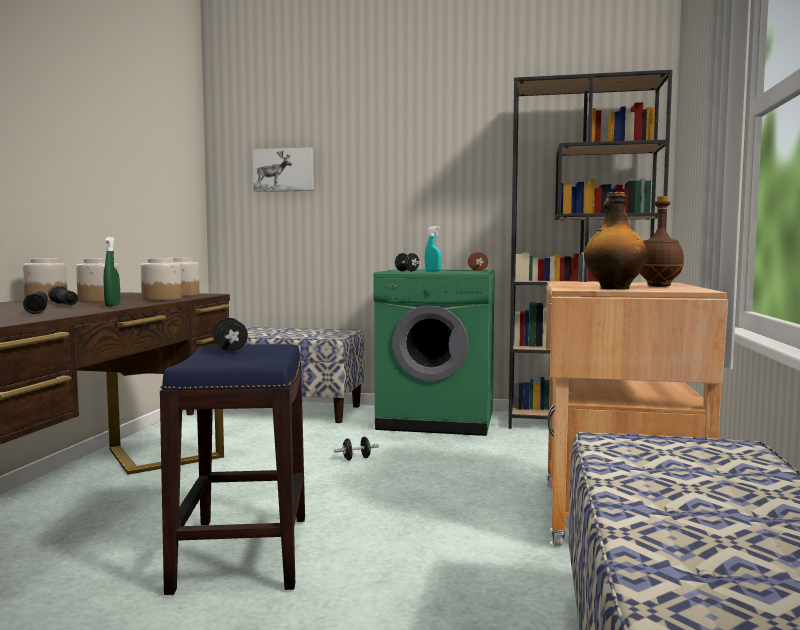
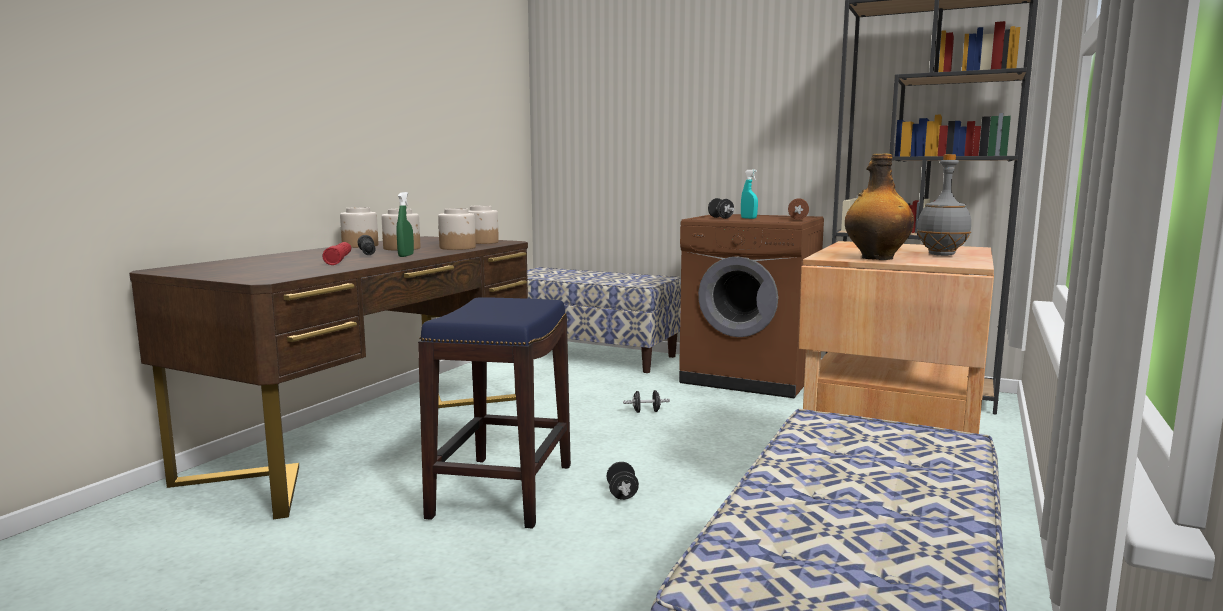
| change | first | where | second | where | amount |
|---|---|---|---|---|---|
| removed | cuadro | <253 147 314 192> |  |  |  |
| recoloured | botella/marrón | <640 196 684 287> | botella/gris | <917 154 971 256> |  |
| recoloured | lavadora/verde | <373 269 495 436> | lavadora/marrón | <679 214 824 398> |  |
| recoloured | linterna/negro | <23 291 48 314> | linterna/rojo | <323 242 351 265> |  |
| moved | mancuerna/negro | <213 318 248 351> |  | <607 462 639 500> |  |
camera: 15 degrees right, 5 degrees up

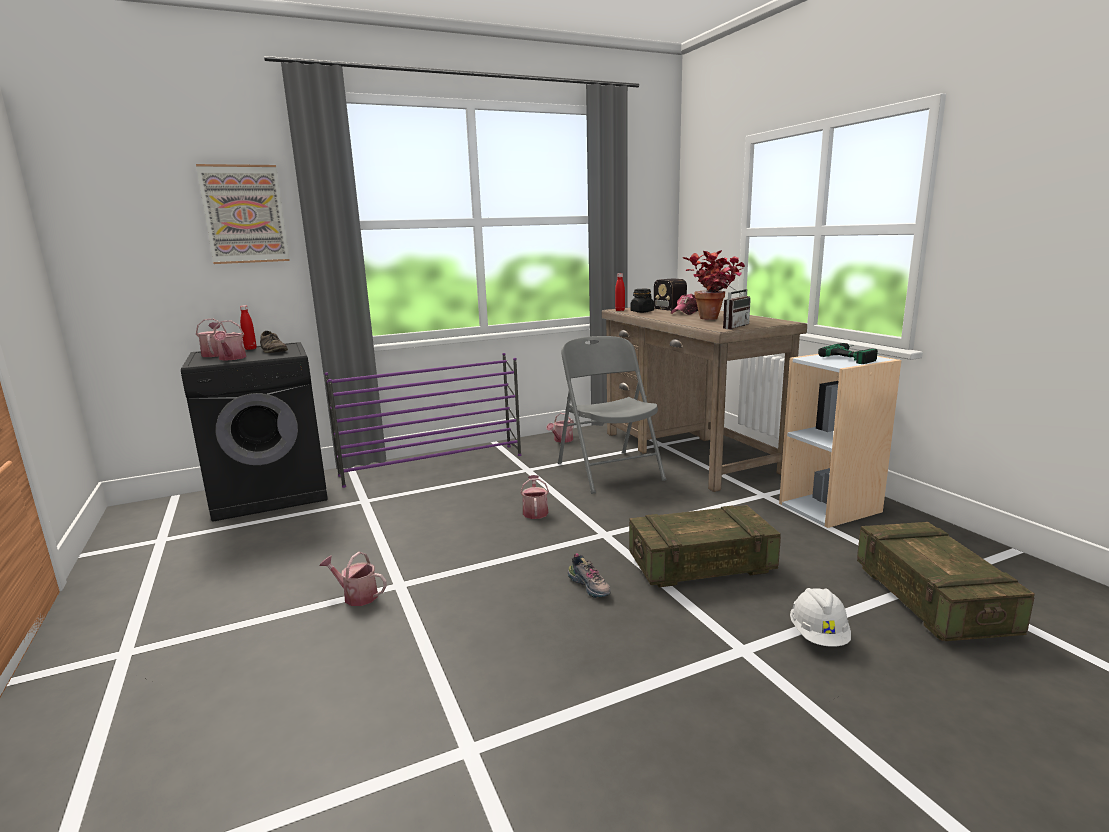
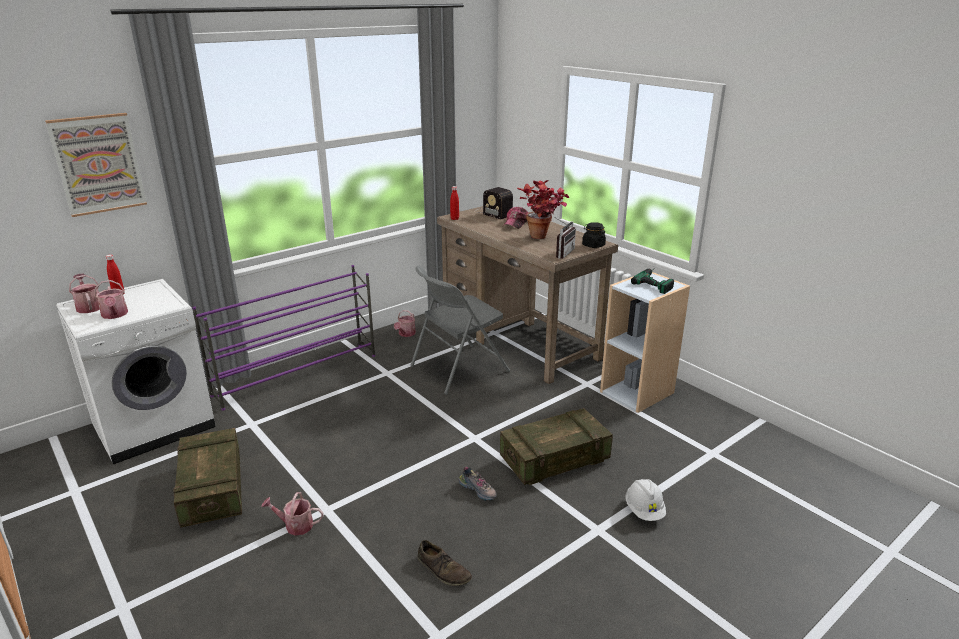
| change | first | where | second | where | amount |
|---|---|---|---|---|---|
| moved | tarro/negro | <630 289 654 313> |  | <582 222 606 248> |  |
| moved | zapato/marrón | <260 331 288 353> |  | <418 540 472 586> |  |
| turned | silla/gris | <558 336 667 494> |  | <410 265 510 395> | 90 degrees counterclockwise |
| recoloured | lavadora/negro | <181 342 328 522> | lavadora/blanco | <56 279 216 464> |  |
| removed | regadera | <520 475 549 519> |  |  |  |
| moved | caja de embalaje | <857 522 1035 641> |  | <173 428 242 528> |  |
camera: 15 degrees left, 10 degrees up

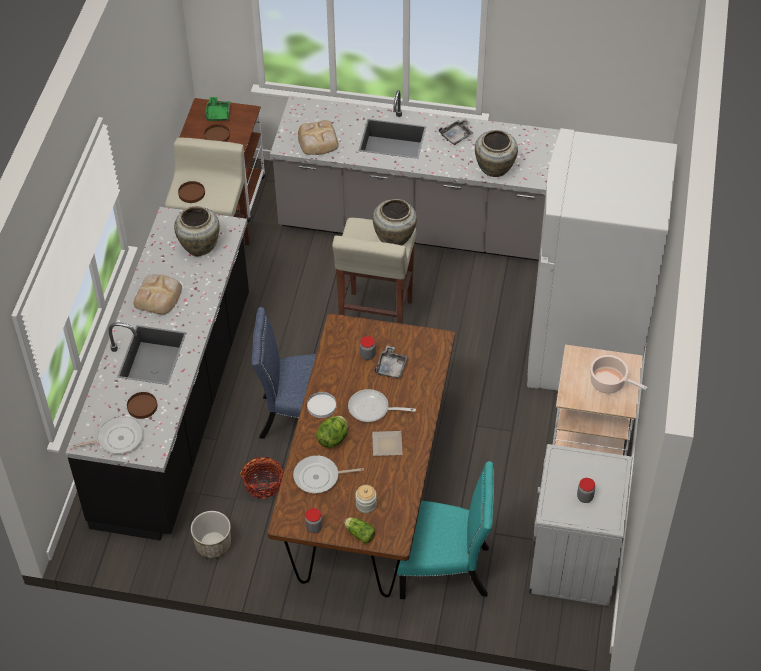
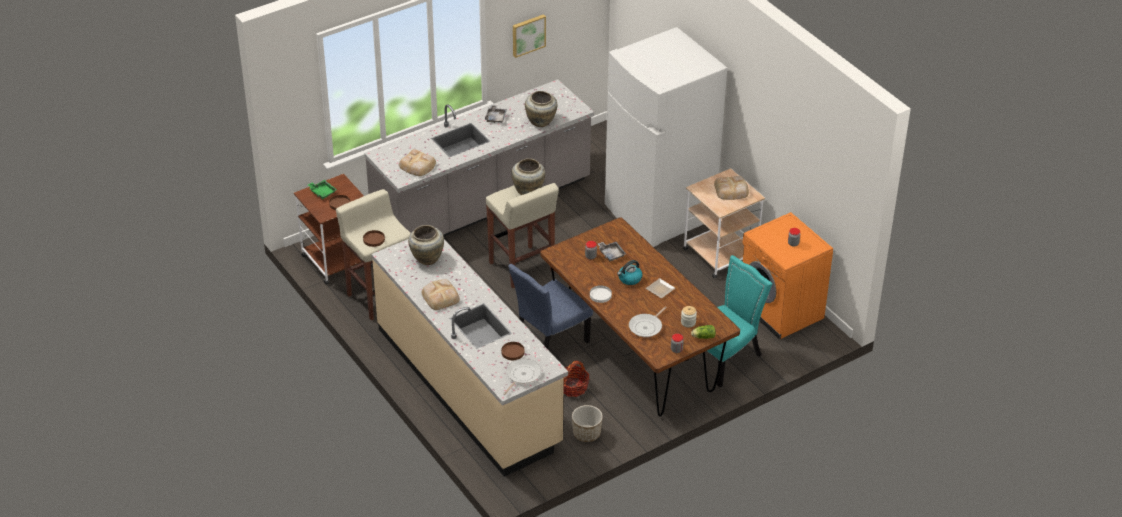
| change | first | where | second | where | amount |
|---|---|---|---|---|---|
| recoloured | mueble bajo de cocina/negro | <66 207 249 541> | mueble bajo de cocina/beis | <371 239 568 477> |  |
| replaced | olla | <590 355 648 394> | pan | <714 176 749 200> |  |
| replaced | sartén | <348 389 416 422> | hervidor | <617 260 642 285> |  |
| removed | lechuga | <316 416 348 448> |  |  |  |
| recoloured | lavadora/blanco | <529 444 633 606> | lavadora/naranja | <743 212 833 340> |  |
| added |  |  | cuadro | <513 14 546 58> |  |
camera: 45 degrees left, 10 degrees down

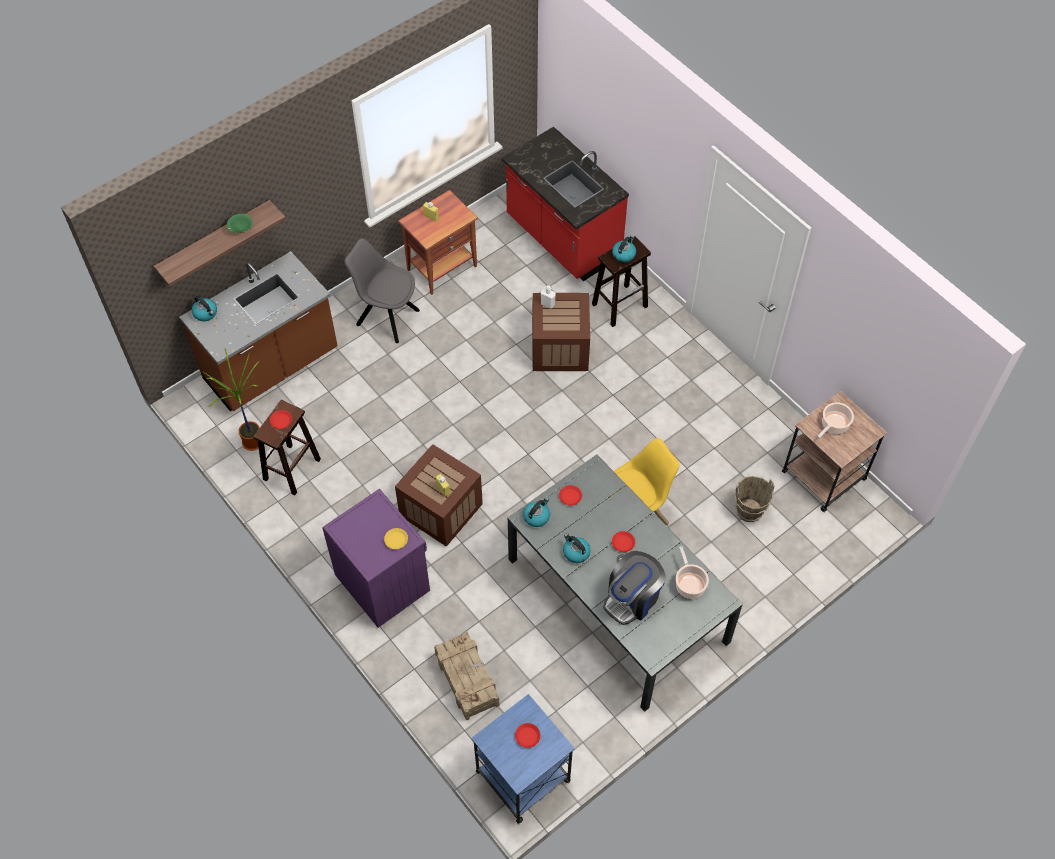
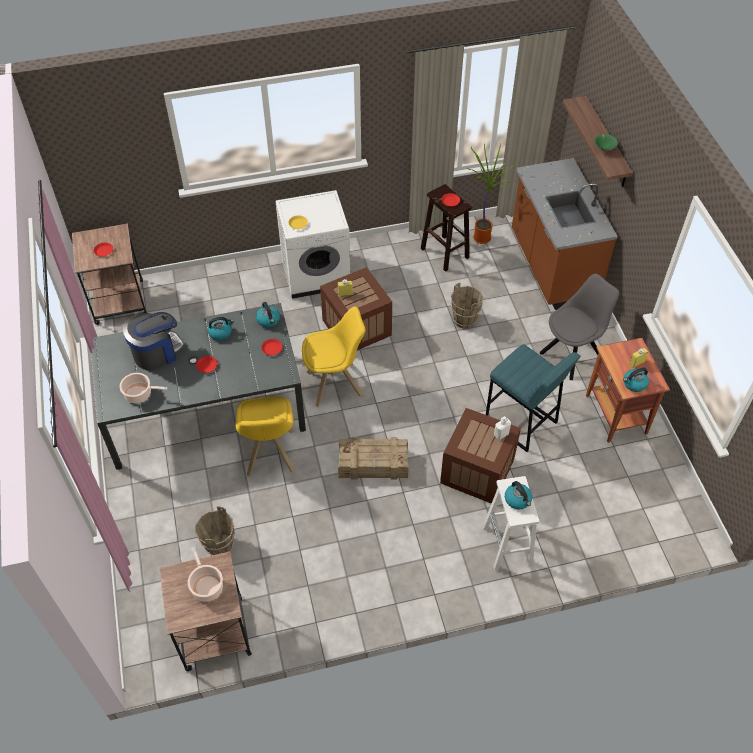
| change | first | where | second | where | amount |
|---|---|---|---|---|---|
| removed | mueble bajo de cocina/rojo | <502 126 629 281> |  |  |  |
| recoloured | taburete/marrón | <592 236 651 327> | taburete/blanco | <483 476 540 570> |  |
| moved | hervidor | <192 296 217 321> |  | <623 368 649 392> |  |
| recoloured | lavadora/morado | <322 489 430 628> | lavadora/blanco | <276 190 350 299> |  |
| turned | cafetera | <603 551 666 625> |  | <123 312 185 370> | 75 degrees clockwise |
| moved | caja de embalaje | <434 632 499 721> |  | <338 437 409 480> |  |
| recoloured | carrito/azul | <471 694 575 824> | carrito/marrón | <72 224 147 325> |  |
| added |  |  | cubo/marrón | <451 283 483 329> |  |
| added |  |  | silla/amarillo | <302 307 366 407> |  |
| added |  |  | taburete/turquesa | <486 344 581 452> |  |
camera: 115 degrees right, 5 degrees down

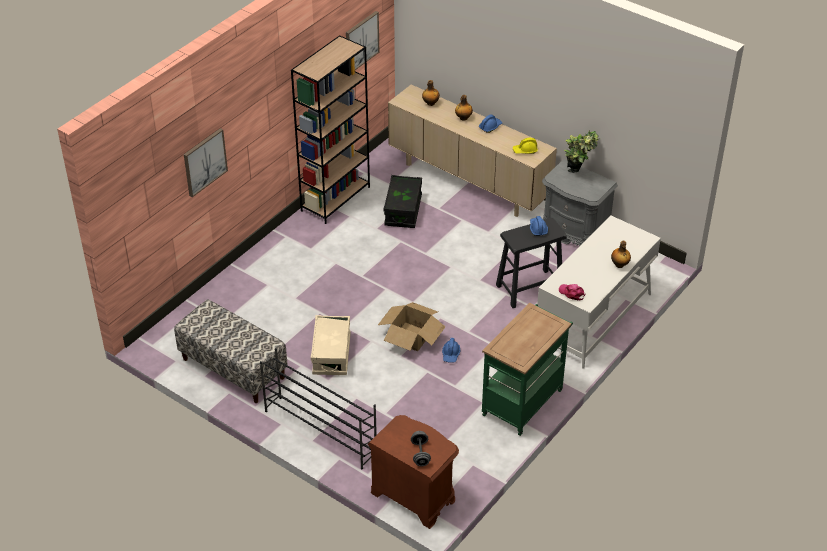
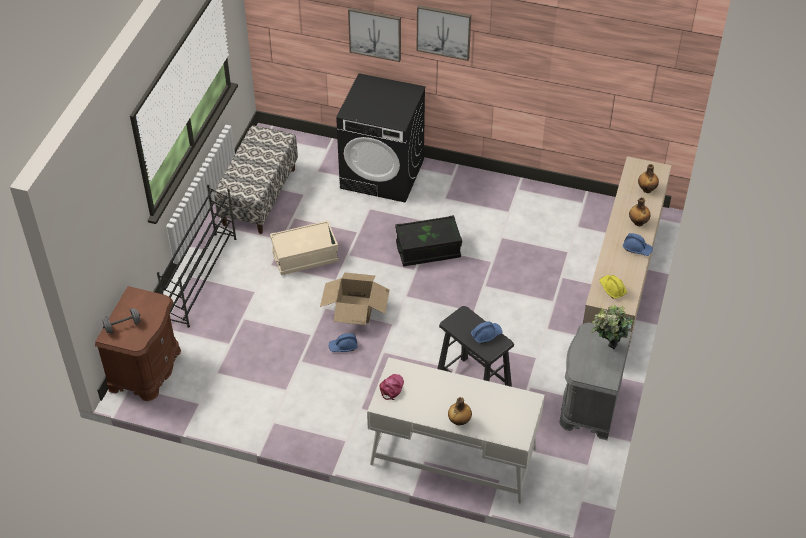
| change | first | where | second | where | amount |
|---|---|---|---|---|---|
| moved | cuadro | <346 11 379 70> |  | <417 5 471 61> |  |
| removed | estantería/beis | <291 35 370 224> |  |  |  |
| moved | caja de almacenaje/negro | <384 175 422 228> |  | <395 215 462 267> |  |
| removed | carrito/verde | <482 303 573 436> |  |  |  |
| added |  |  | lavadora/negro | <336 73 426 203> |  |
camera: 70 degrees right, 5 degrees up

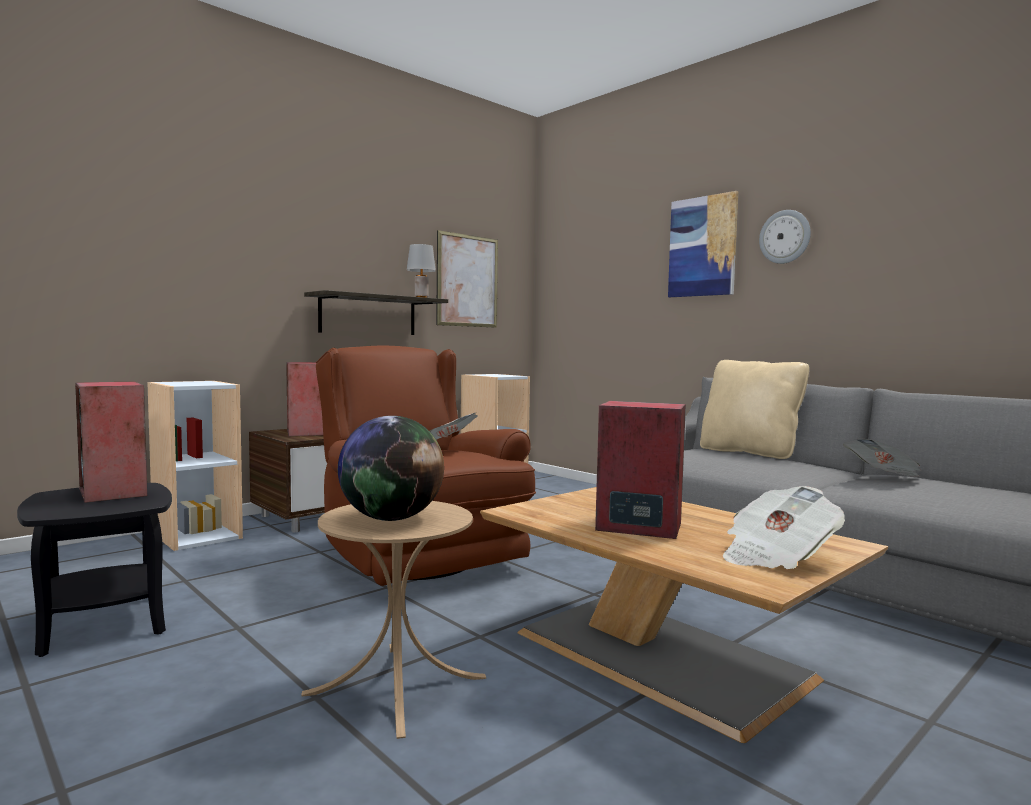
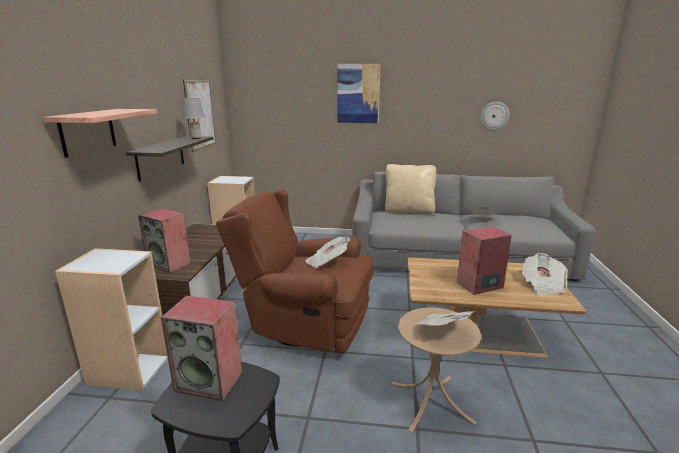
| change | first | where | second | where | amount |
|---|---|---|---|---|---|
| moved | reloj de pared | <759 210 811 264> |  | <480 102 509 131> |  |
| replaced | globo terráqueo | <338 416 444 521> | periódico | <415 311 474 326> |  |
| added |  |  | estante | <43 109 157 158> |  |
camera: 40 degrees left, 15 degrees up

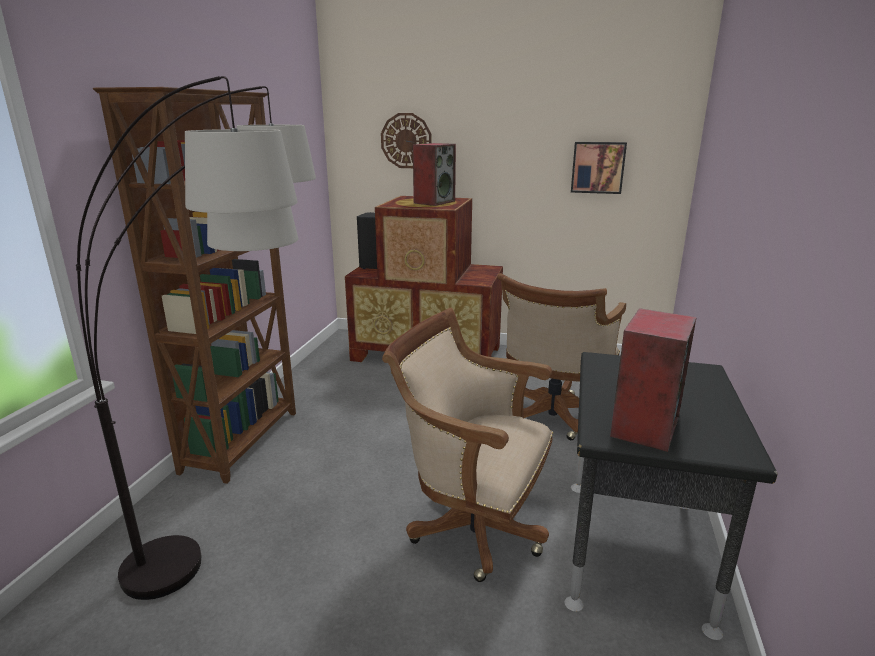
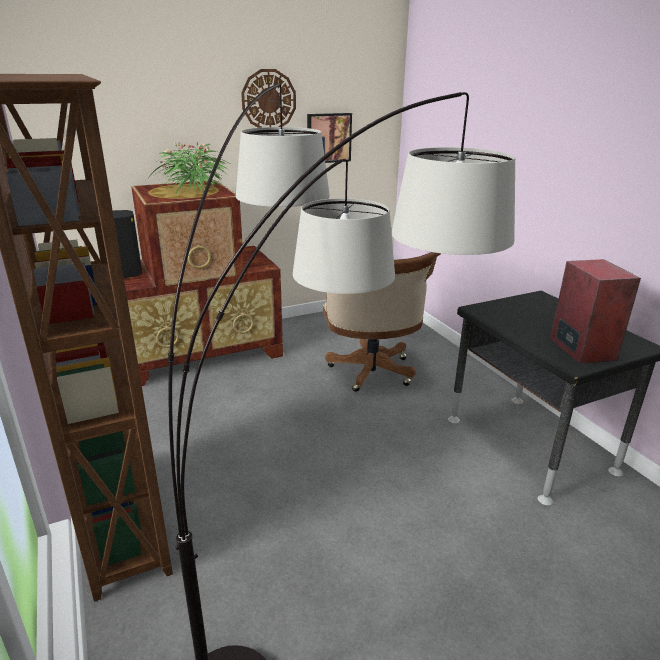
| change | first | where | second | where | amount |
|---|---|---|---|---|---|
| moved | reloj de pared | <381 113 431 168> |  | <241 69 296 128> |  |
| replaced | altavoz | <413 143 456 206> | planta en maceta | <148 141 232 195> |  |
| removed | silla de oficina | <382 307 553 582> |  |  |  |
camera: 40 degrees left, 5 degrees up

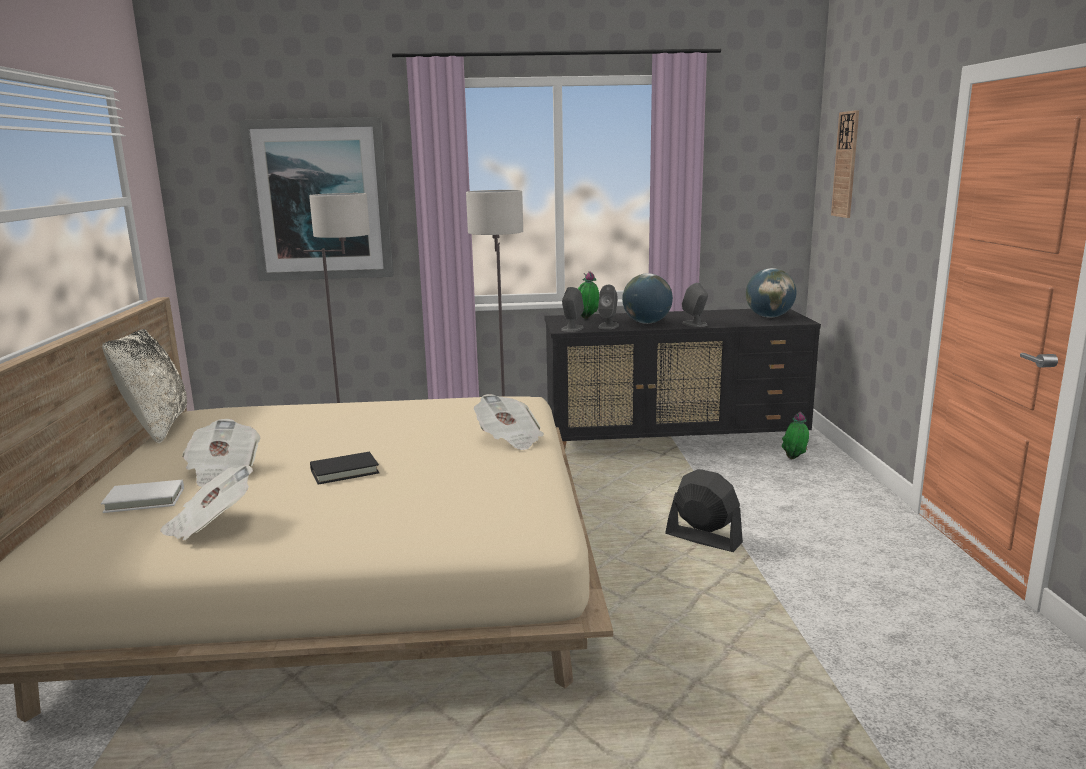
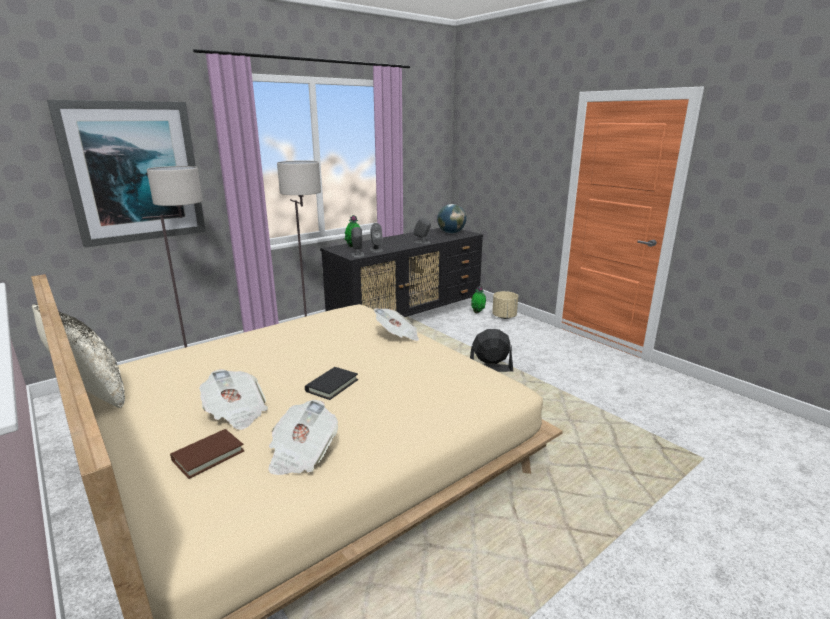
| change | first | where | second | where | amount |
|---|---|---|---|---|---|
| removed | reloj de pared | <831 110 859 218> |  |  |  |
| removed | globo terráqueo | <622 273 673 324> |  |  |  |
| recoloured | libro/blanco | <101 480 184 513> | libro/marrón | <170 429 244 479> |  |
| added |  |  | maceta/beis | <492 291 518 319> |  |
camera: 35 degrees left, 5 degrees up

